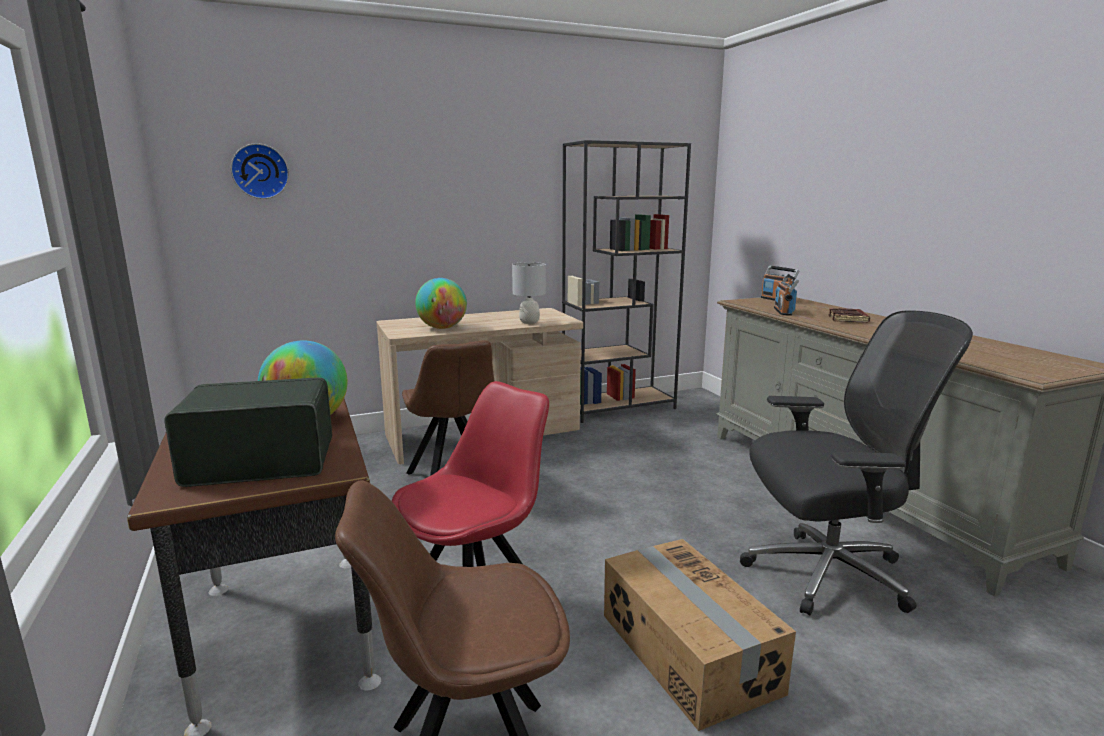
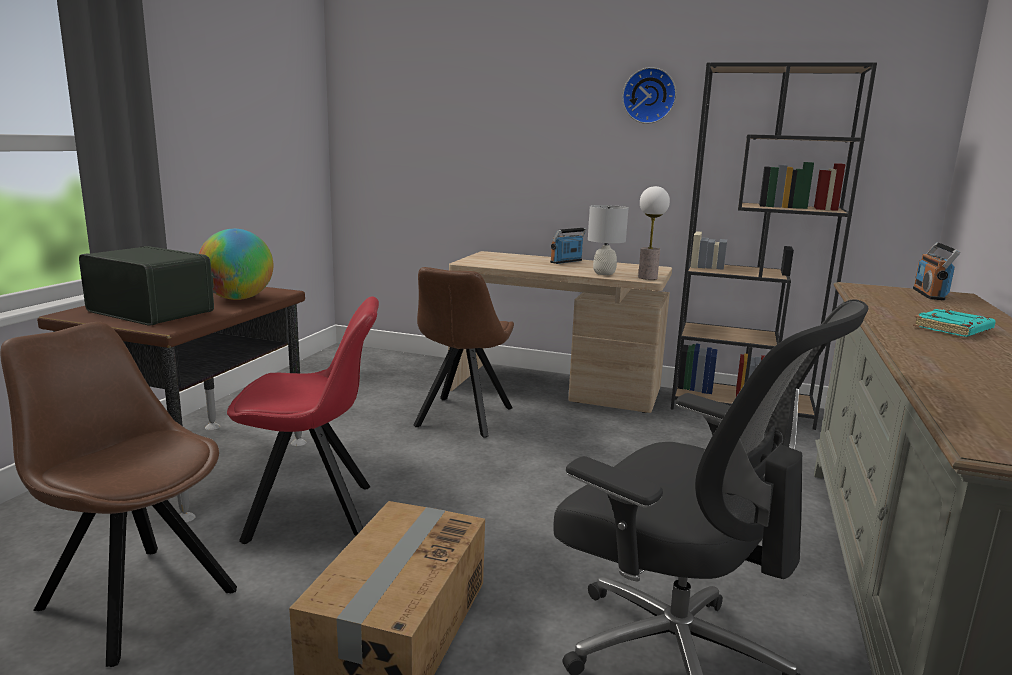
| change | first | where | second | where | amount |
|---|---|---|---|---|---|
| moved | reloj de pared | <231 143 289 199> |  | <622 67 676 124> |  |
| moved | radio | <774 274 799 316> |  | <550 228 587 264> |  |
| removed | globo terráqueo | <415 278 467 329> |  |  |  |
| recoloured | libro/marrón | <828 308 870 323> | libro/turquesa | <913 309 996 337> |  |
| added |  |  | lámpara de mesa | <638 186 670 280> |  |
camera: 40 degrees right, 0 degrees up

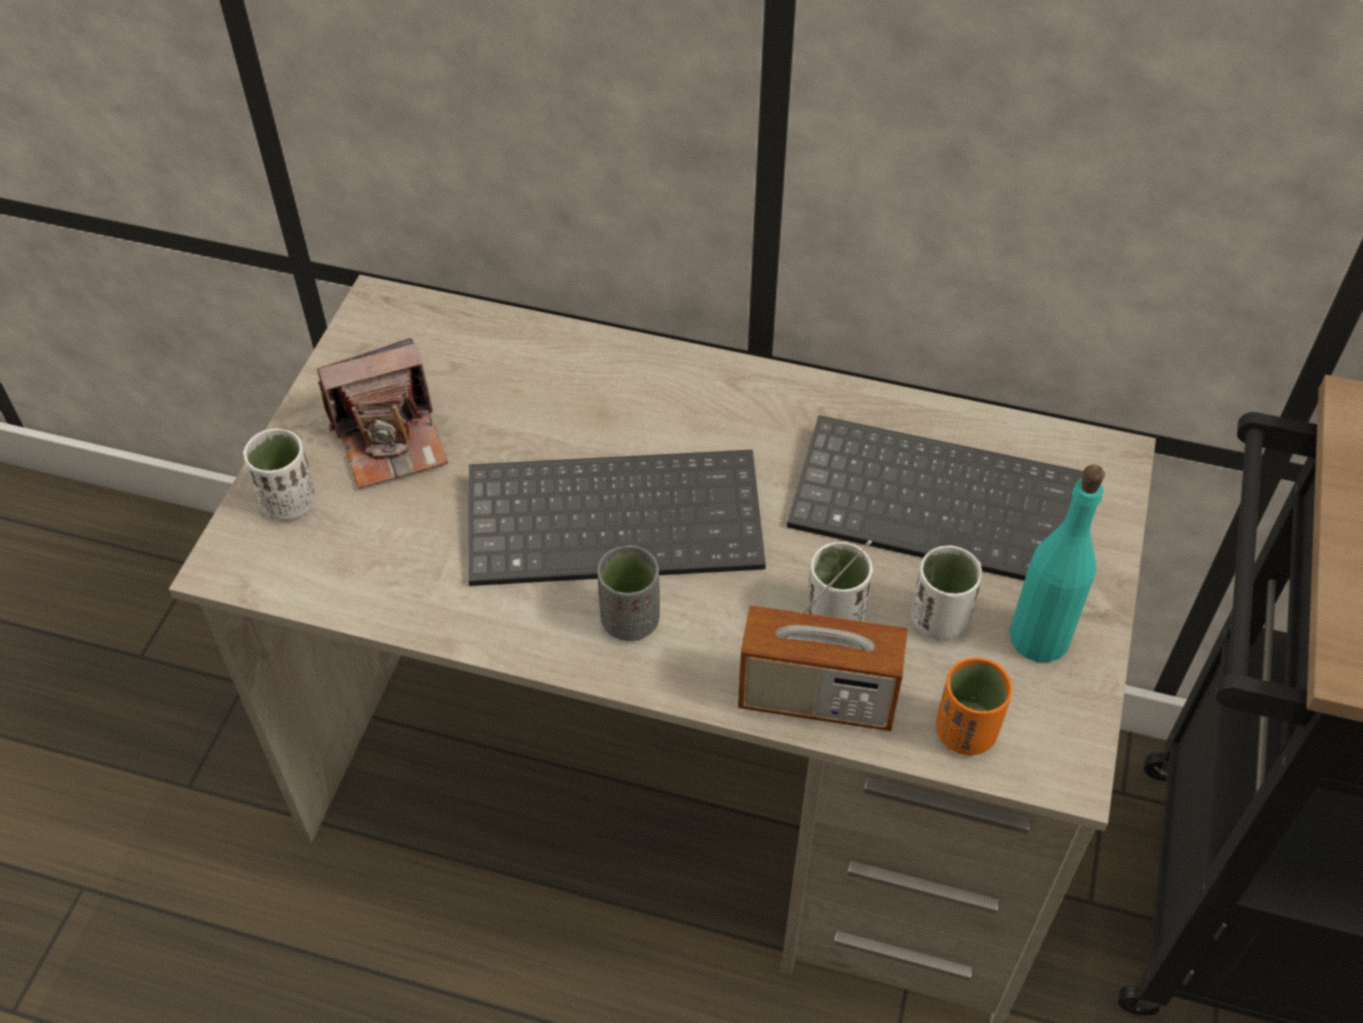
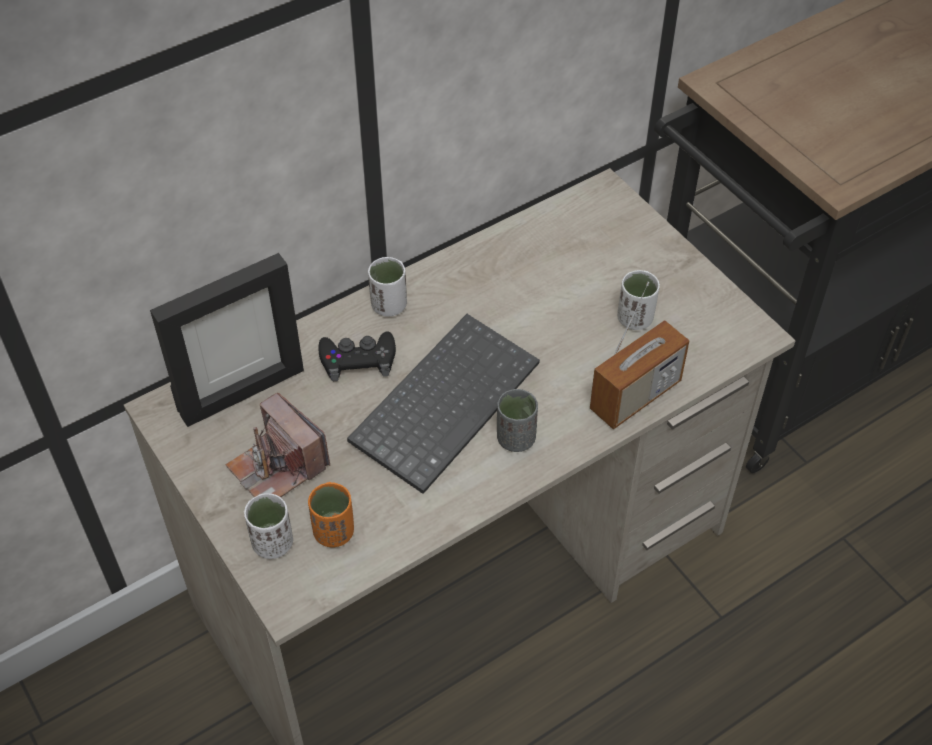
| change | first | where | second | where | amount |
|---|---|---|---|---|---|
| turned | cámara | <317 338 448 489> |  | <225 392 330 497> | 120 degrees clockwise |
| removed | teclado | <787 415 1084 581> |  |  |  |
| removed | botella/turquesa | <1009 465 1105 662> |  |  |  |
| moved | taza/blanco | <807 542 873 622> |  | <368 257 407 317> |  |
| moved | taza/naranja | <936 658 1013 755> |  | <308 482 354 547> |  |
| added |  |  | portarretratos | <150 253 304 427> |  |
| added |  |  | mando de consola/negro | <318 331 396 381> |  |
camera: 50 degrees left, 0 degrees up

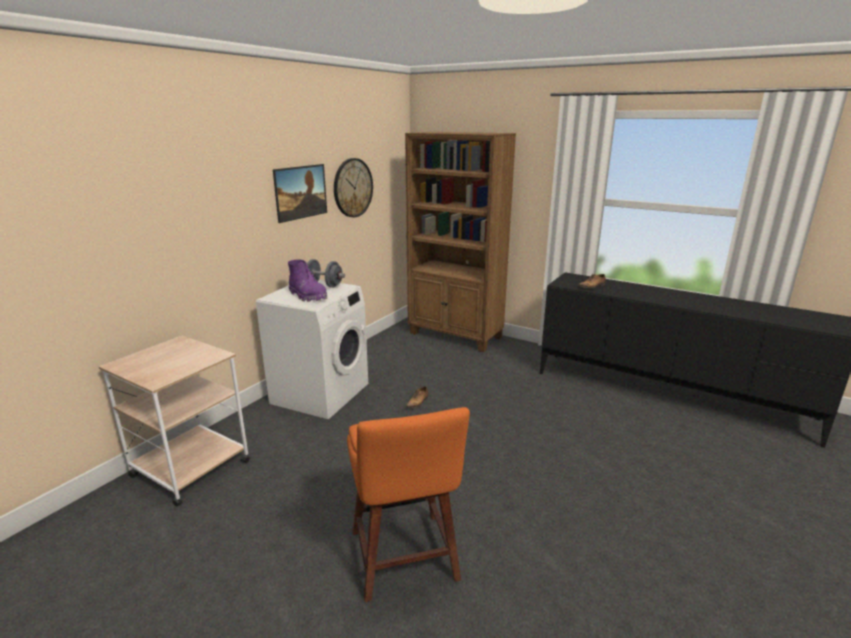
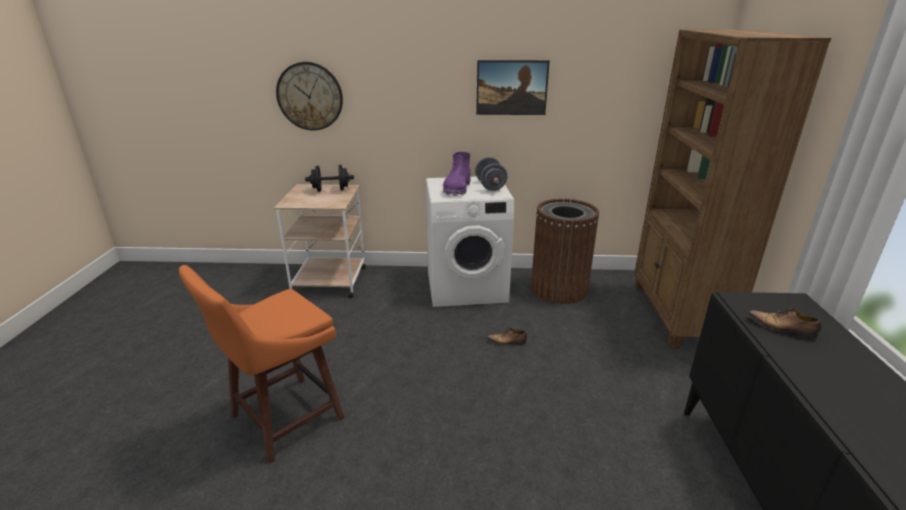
| change | first | where | second | where | amount |
|---|---|---|---|---|---|
| moved | reloj de pared | <334 158 373 217> |  | <276 62 343 131> |  |
| added |  |  | mancuerna/negro | <305 165 354 192> |  |
| added |  |  | papelera/marrón | <531 199 599 304> |  |
camera: 60 degrees right, 5 degrees up

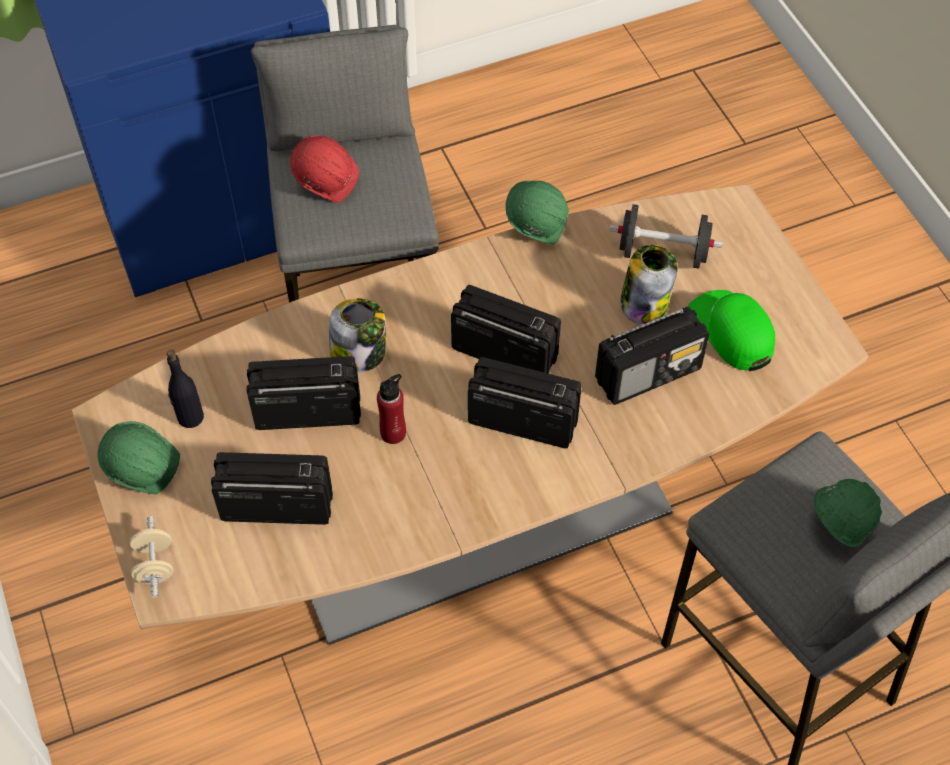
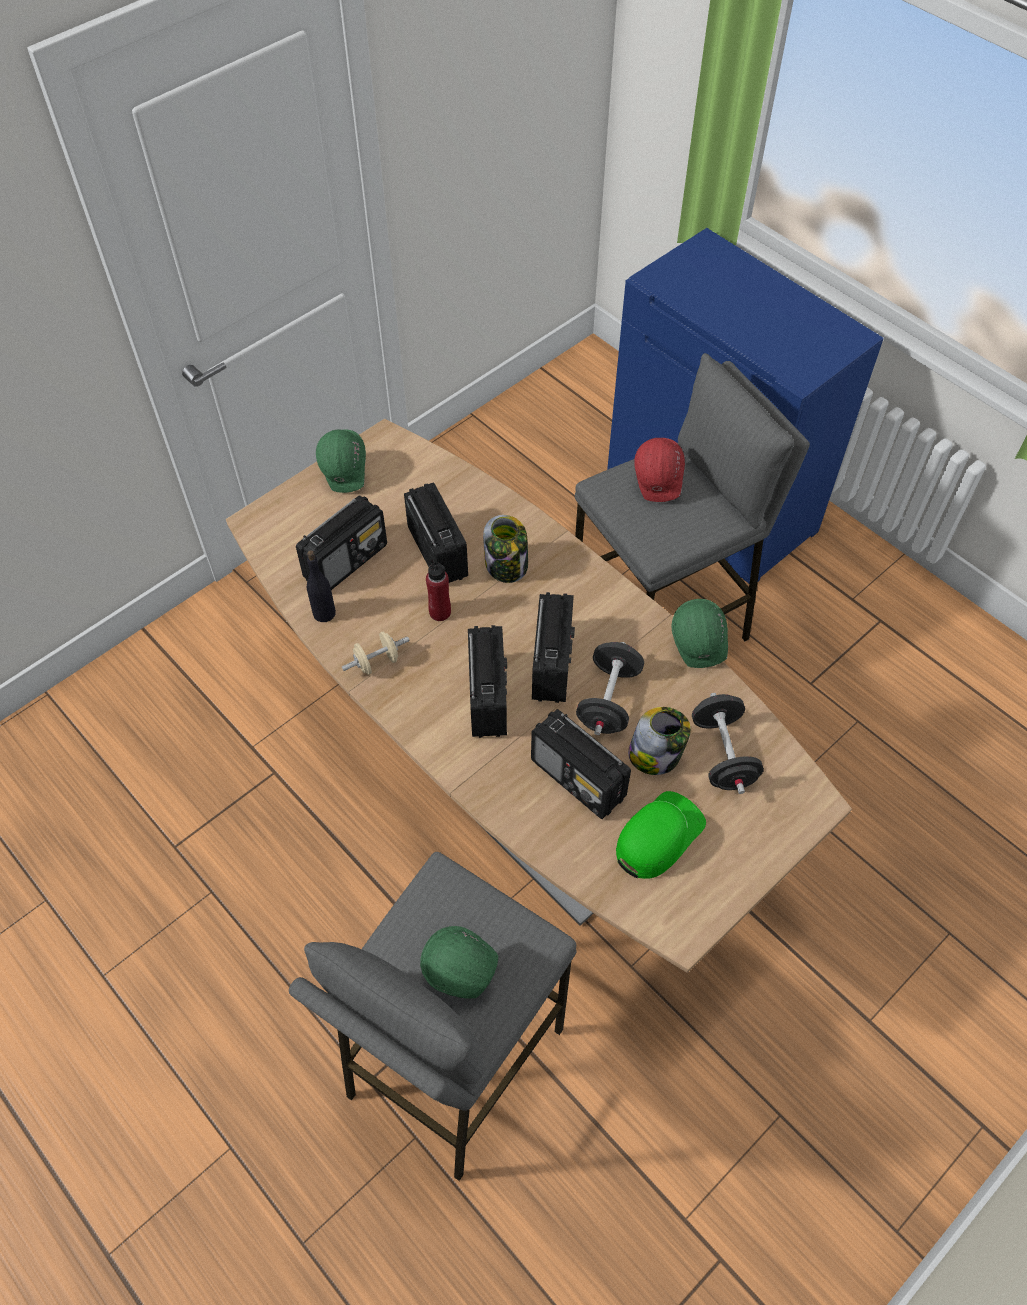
| change | first | where | second | where | amount |
|---|---|---|---|---|---|
| moved | botella/negro | <167 350 204 428> |  | <307 550 336 622> |  |
| turned | radio | <211 452 333 525> |  | <296 496 387 590> | 60 degrees clockwise |
| moved | mancuerna/beis | <130 516 173 598> |  | <342 632 410 675> |  |
| added |  |  | mancuerna/negro | <576 642 644 735> |  |
camera: 70 degrees right, 0 degrees up

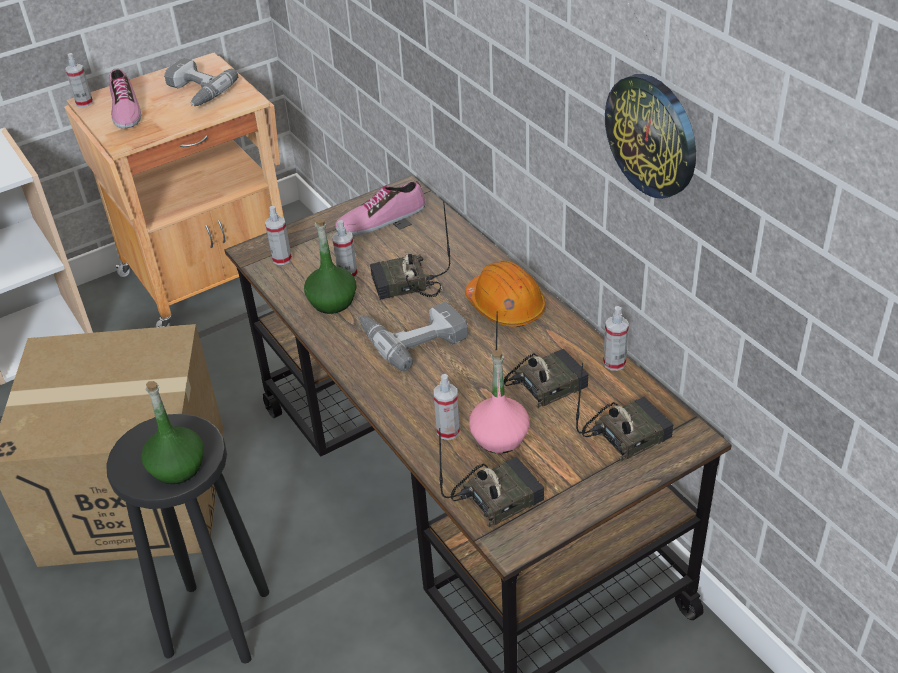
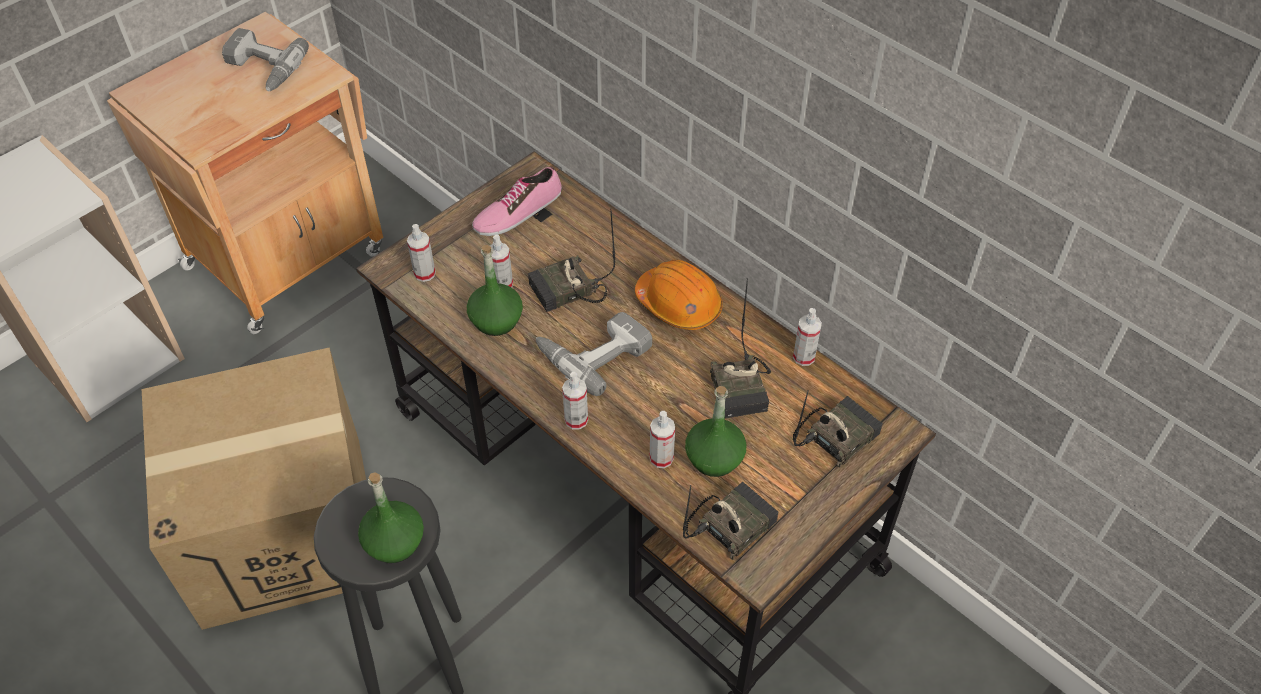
| change | first | where | second | where | amount |
|---|---|---|---|---|---|
| moved | pulverizador | <65 53 93 107> |  | <562 372 588 430> |  |
| removed | zapato | <109 69 141 129> |  |  |  |
| removed | reloj de pared | <605 74 696 199> |  |  |  |
| turned | radio | <496 312 589 408> |  | <710 278 771 419> | 120 degrees clockwise |
| recoloured | botella/rosa | <469 350 530 454> | botella/verde | <685 386 746 477> |  |
camera: 15 degrees left, 10 degrees up

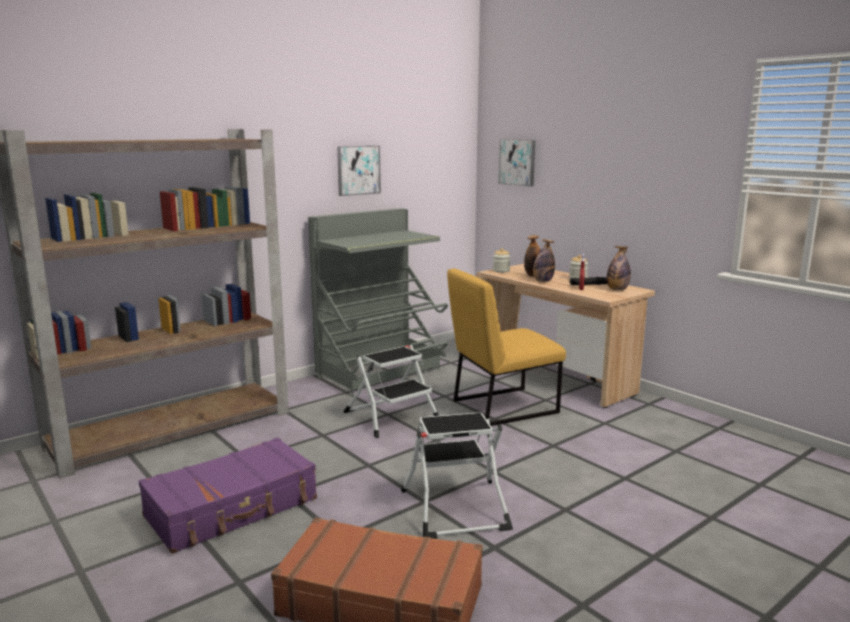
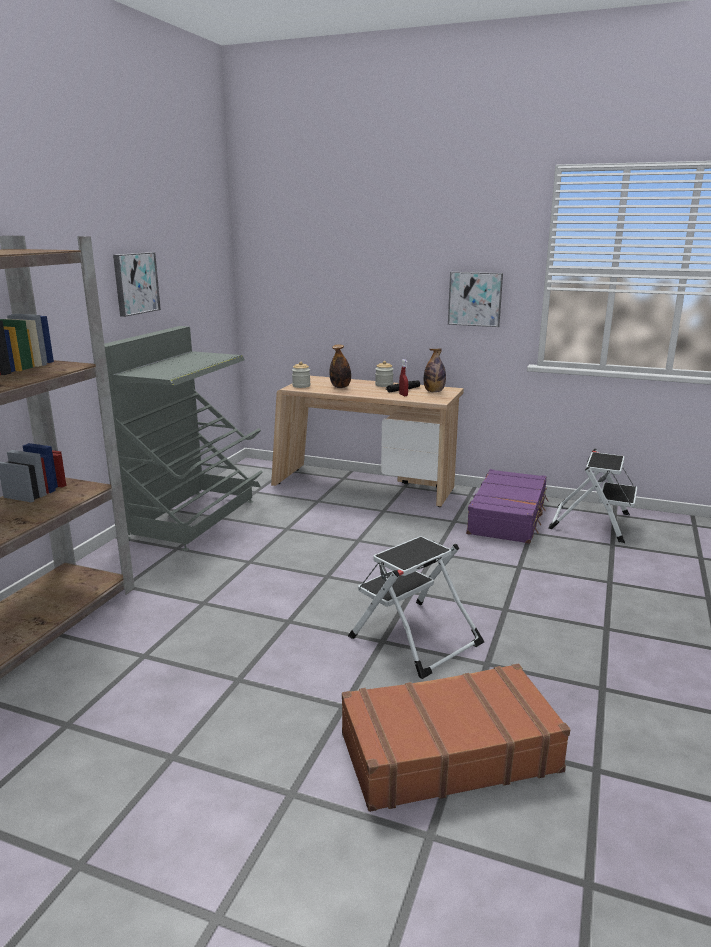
| change | first | where | second | where | amount |
|---|---|---|---|---|---|
| moved | cuadro | <498 140 535 187> |  | <448 272 503 327> |  |
| removed | botella | <533 239 555 282> |  |  |  |
| removed | silla/amarillo | <447 269 566 426> |  |  |  |
| moved | escalera de tijera | <343 344 439 438> |  | <548 449 637 543> |  |
| moved | maleta/morado | <139 437 317 554> |  | <466 469 549 544> |  |
camera: 30 degrees left, 5 degrees up

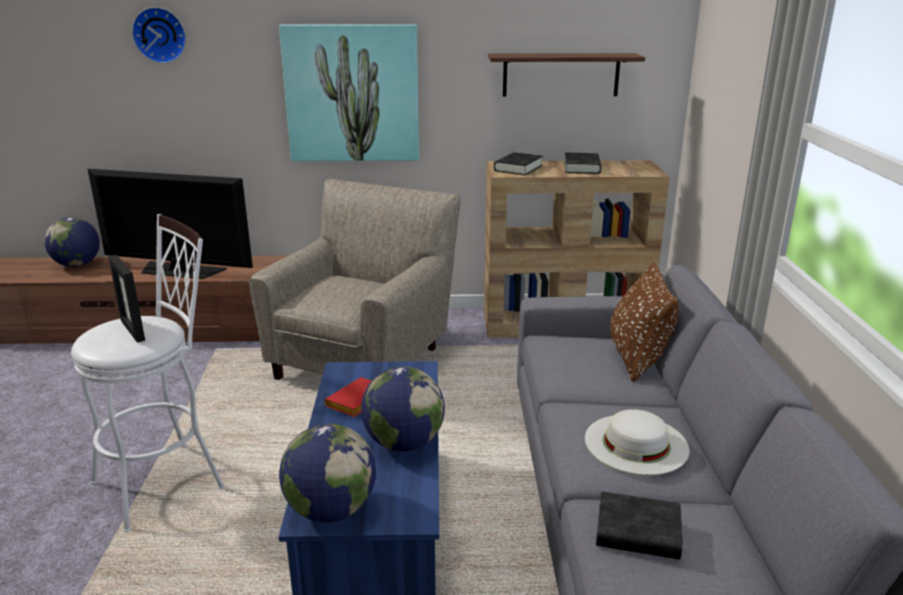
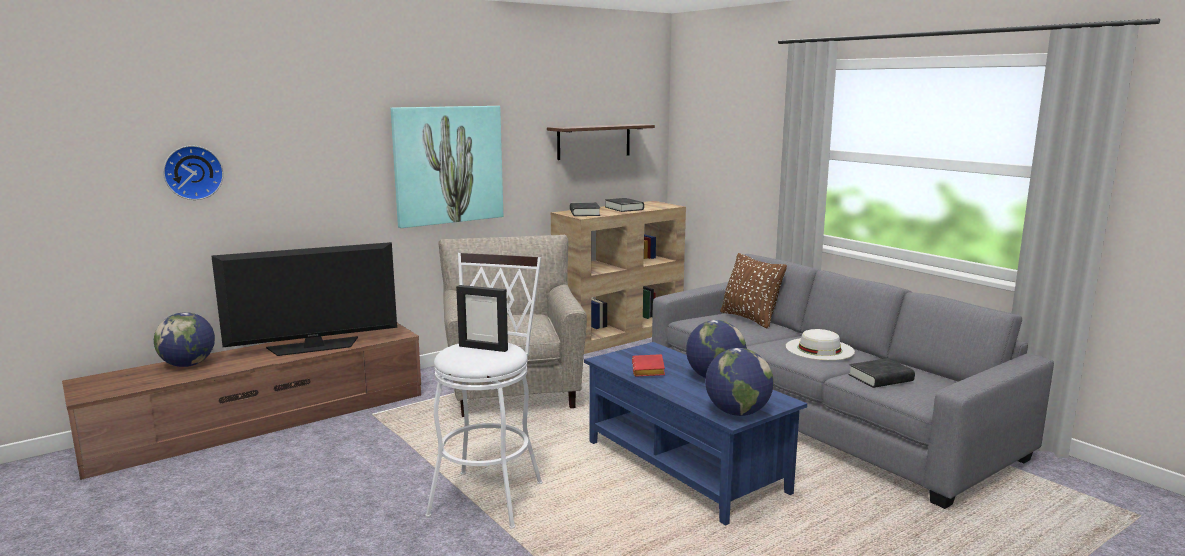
| change | first | where | second | where | amount |
|---|---|---|---|---|---|
| moved | reloj de pared | <132 7 186 64> |  | <163 145 224 200> |  |
camera: 35 degrees left, 10 degrees down

